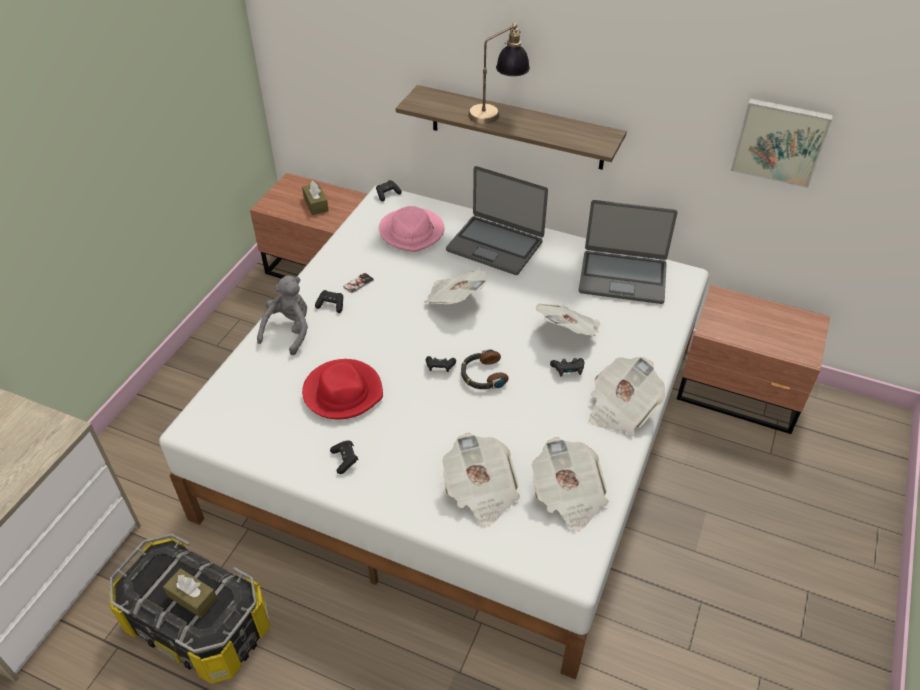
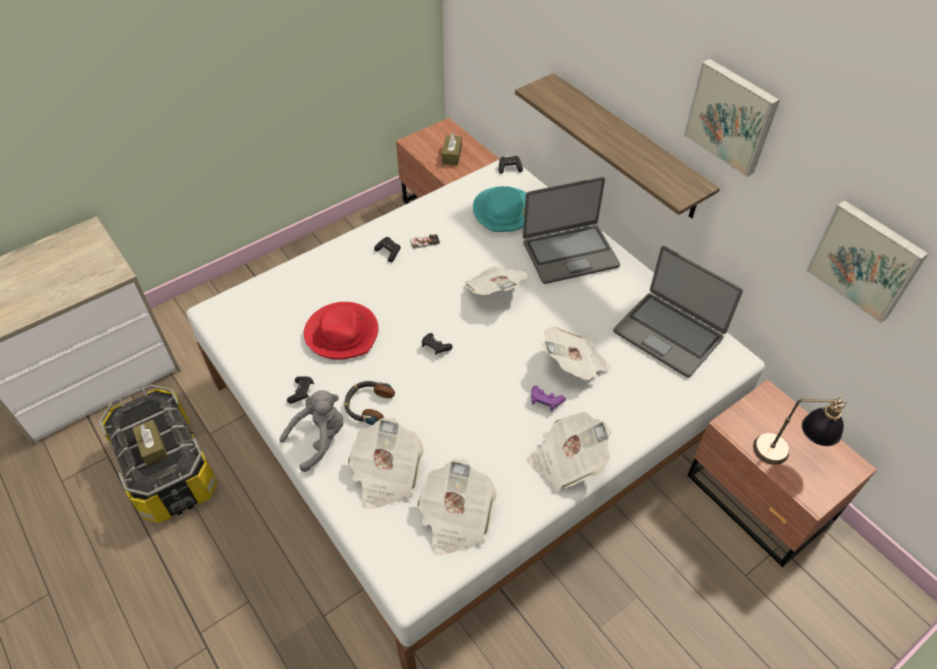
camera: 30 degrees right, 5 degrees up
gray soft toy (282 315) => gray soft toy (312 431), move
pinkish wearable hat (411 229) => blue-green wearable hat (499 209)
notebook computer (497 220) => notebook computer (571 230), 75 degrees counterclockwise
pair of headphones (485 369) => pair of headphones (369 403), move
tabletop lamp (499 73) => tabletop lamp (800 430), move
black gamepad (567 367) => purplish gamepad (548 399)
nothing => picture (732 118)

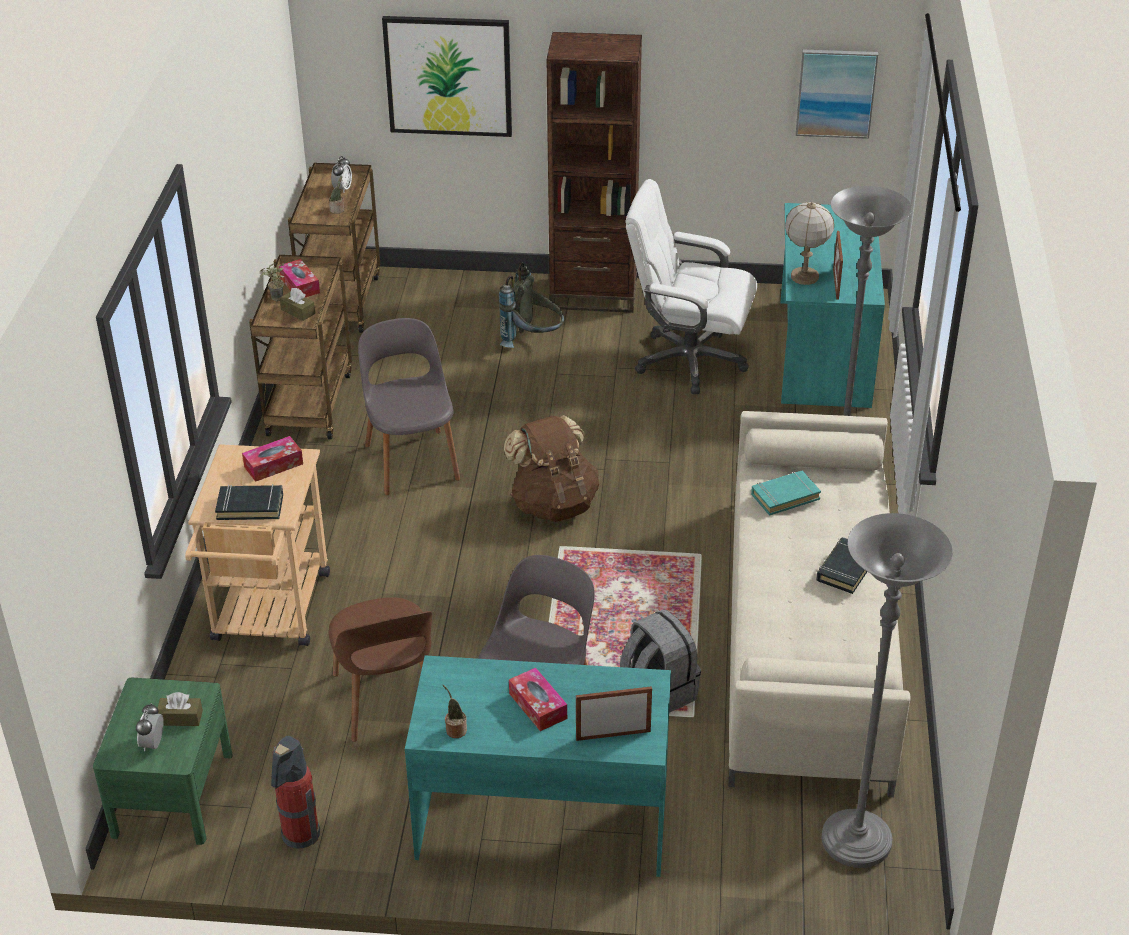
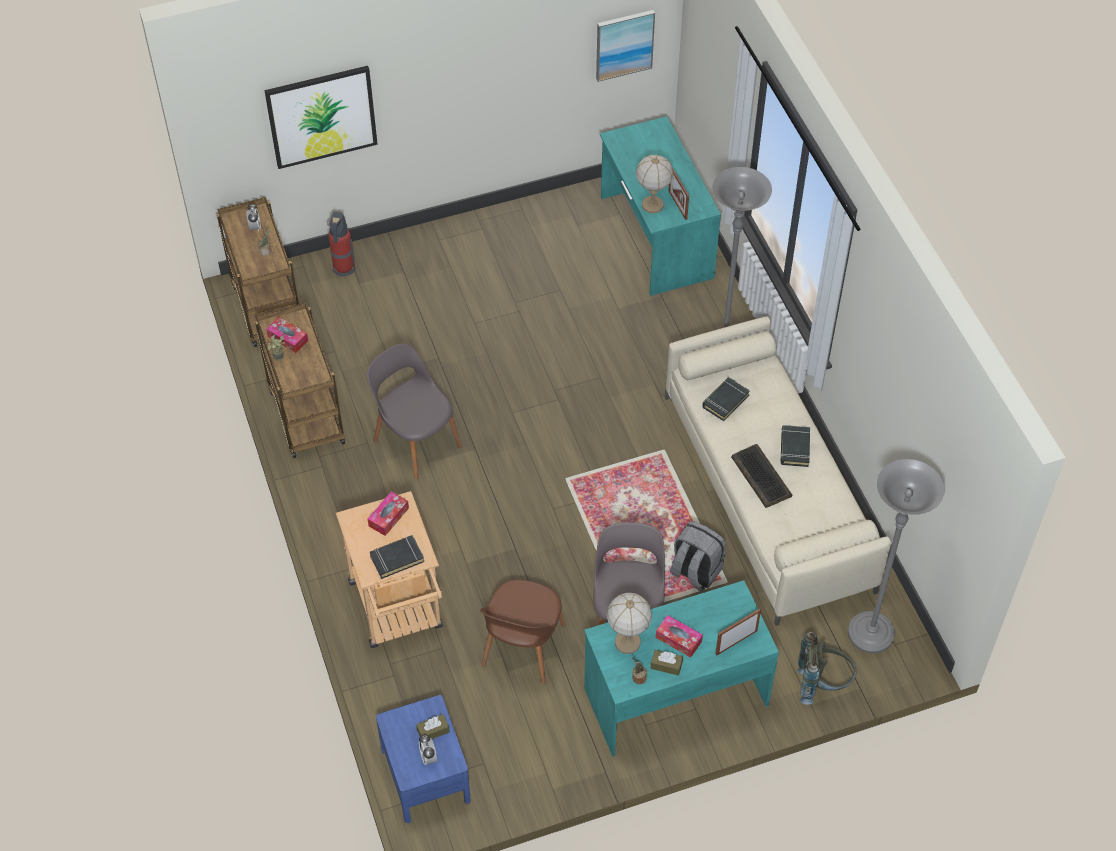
camera: 25 degrees left, 15 degrees up
green-coloured bedside table (163 761) => bluish bedside table (423 759)
extinguisher (295 792) => extinguisher (341 244), move
brown box of tissues (297 304) => brown box of tissues (667 663), move
brown upright chair (381 669) => brown upright chair (522 631), 60 degrees clockwise
gray knapsack (531 305) => gray knapsack (827 668), move
brown knapsack (551 468) => nothing
brown bookshelf (594 172) => nothing
whitish office chair (691 286) => nothing
blue-green volume (786 493) => black volume (726 399)
nothing => tabletop lamp (629 623)
nothing => computer keyboard (761 476)

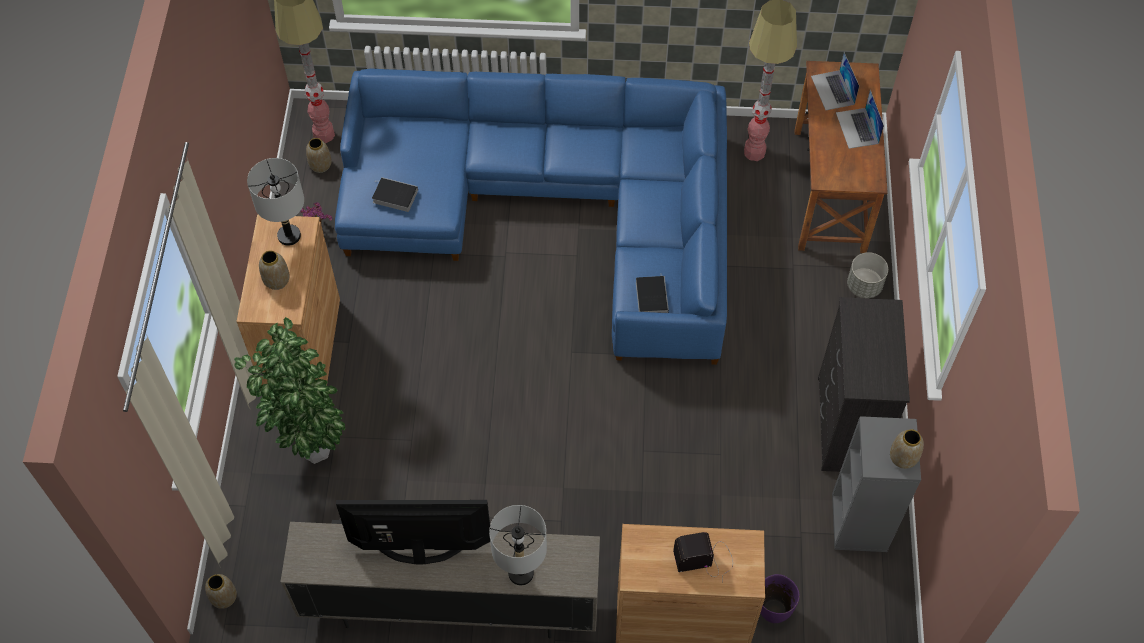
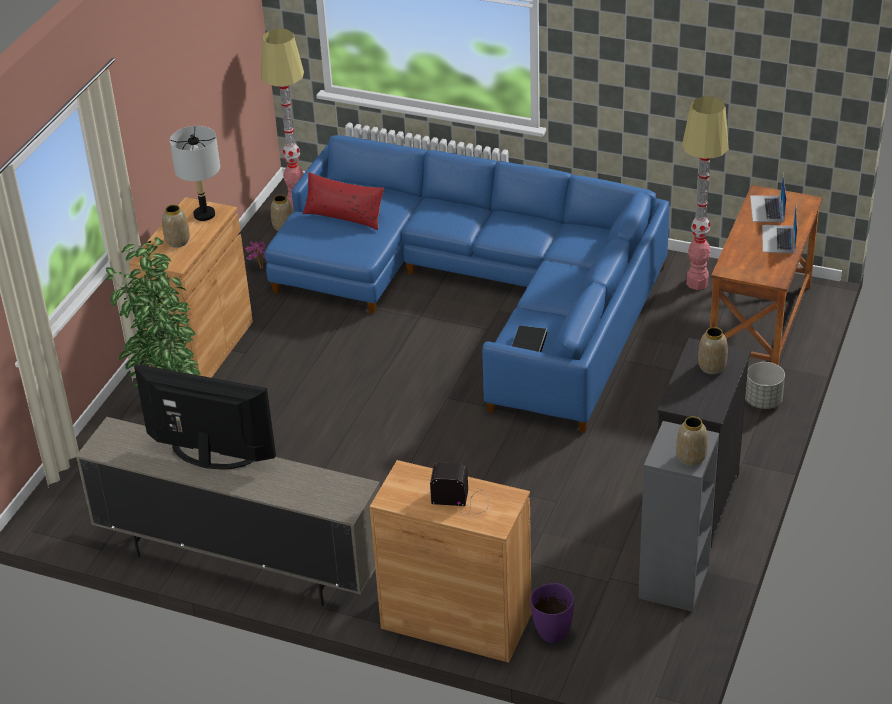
camera: 20 degrees right, 20 degrees down
vase (221 591) => vase (713 350), move
volume (395 194) => nothing
gray tabletop lamp (518 545) => nothing
nothing => reddish throw pillow (343 201)

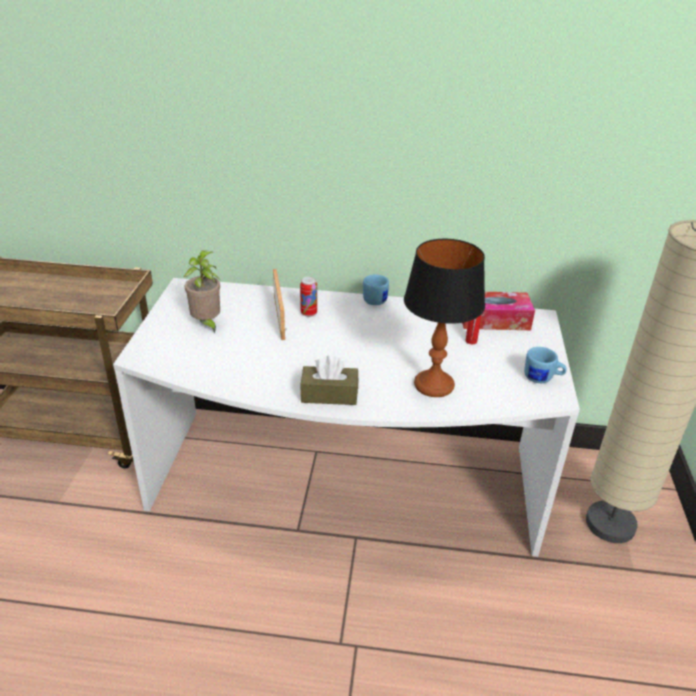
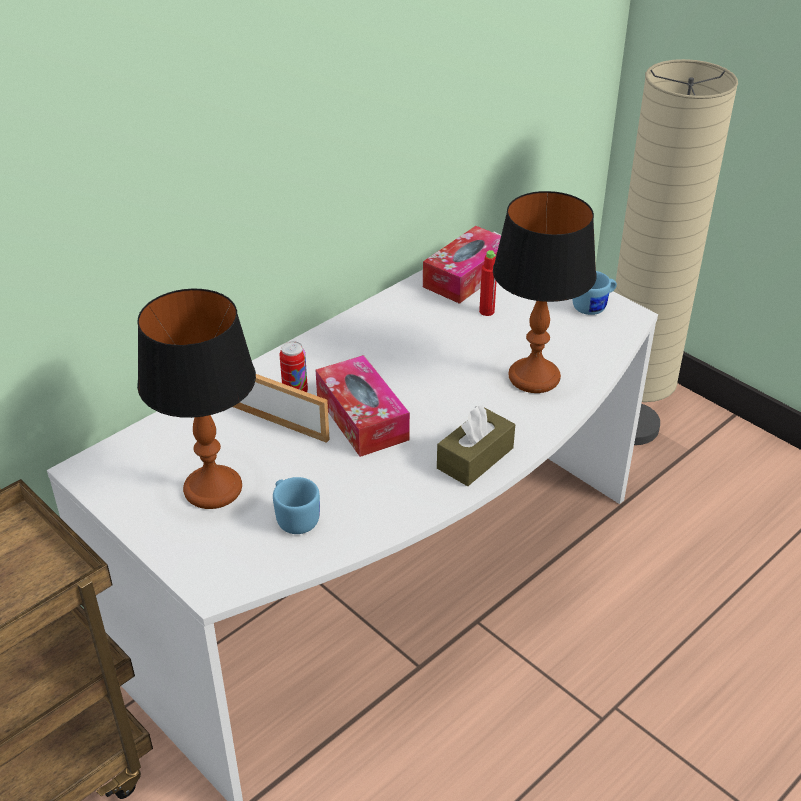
camera: 50 degrees left, 5 degrees up
plant in a pot (202 292) => tabletop lamp (196 399)
bluish mug (376 290) => bluish mug (296 505), move
nothing => box of tissues (363 406)

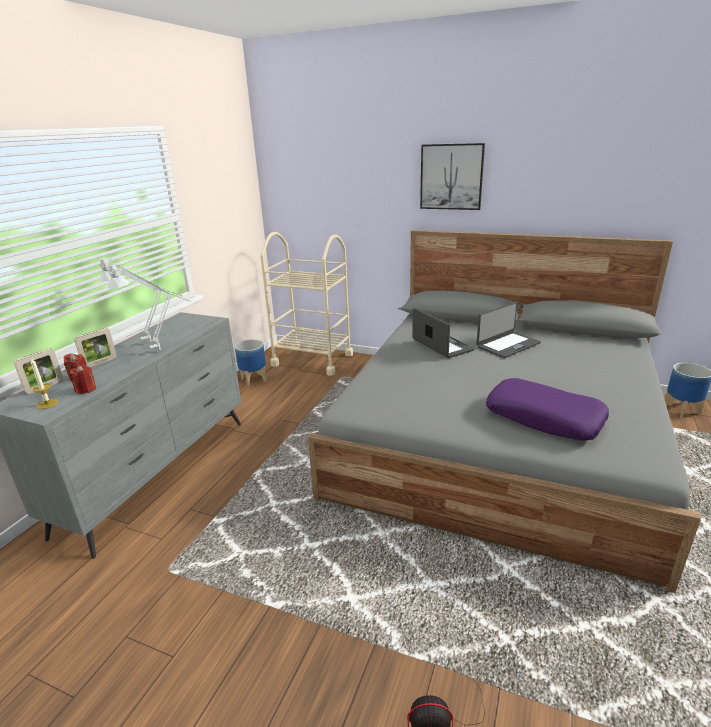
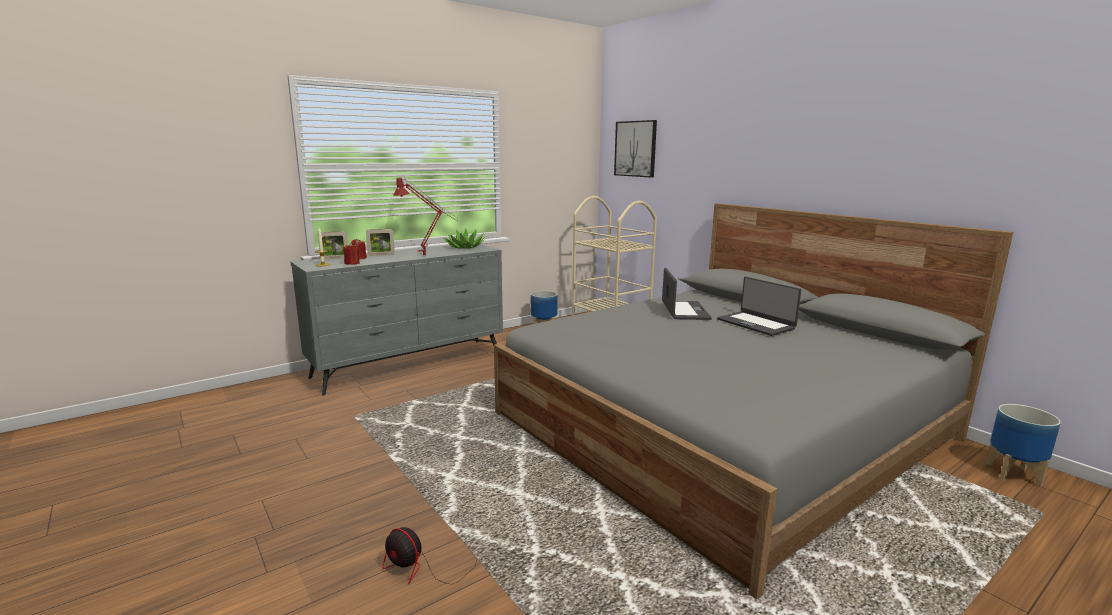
camera: 30 degrees right, 10 degrees down
gray tabletop lamp (150 307) => reddish tabletop lamp (425 216)
picture (452 176) => picture (635 149), move
notebook computer (508 330) => notebook computer (759 306), 60 degrees clockwise
purplish throw pillow (547 409) => nothing
nothing => plant in a pot (464 238)

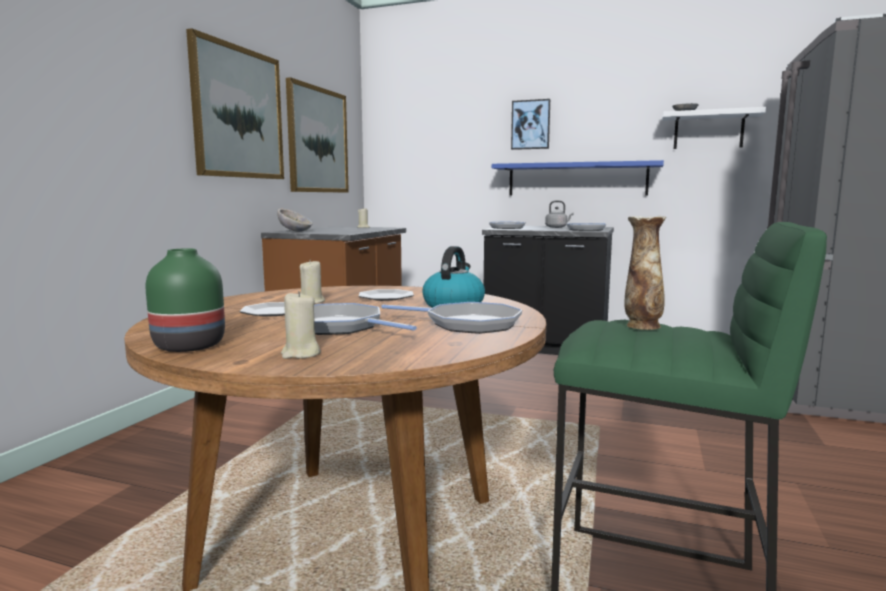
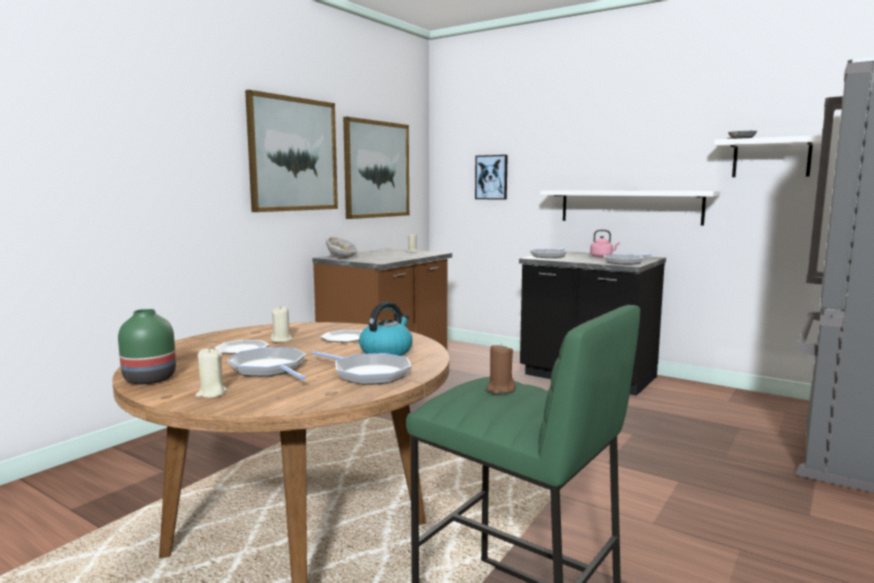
camera: 15 degrees right, 0 degrees up
bluish bracket shelf (578 178) => whitish bracket shelf (630 208)
picture (530 124) => picture (491 177), move
gray water kettle (559 214) => pinkish water kettle (605 243)
vase (645 273) => brown candle (501 368)

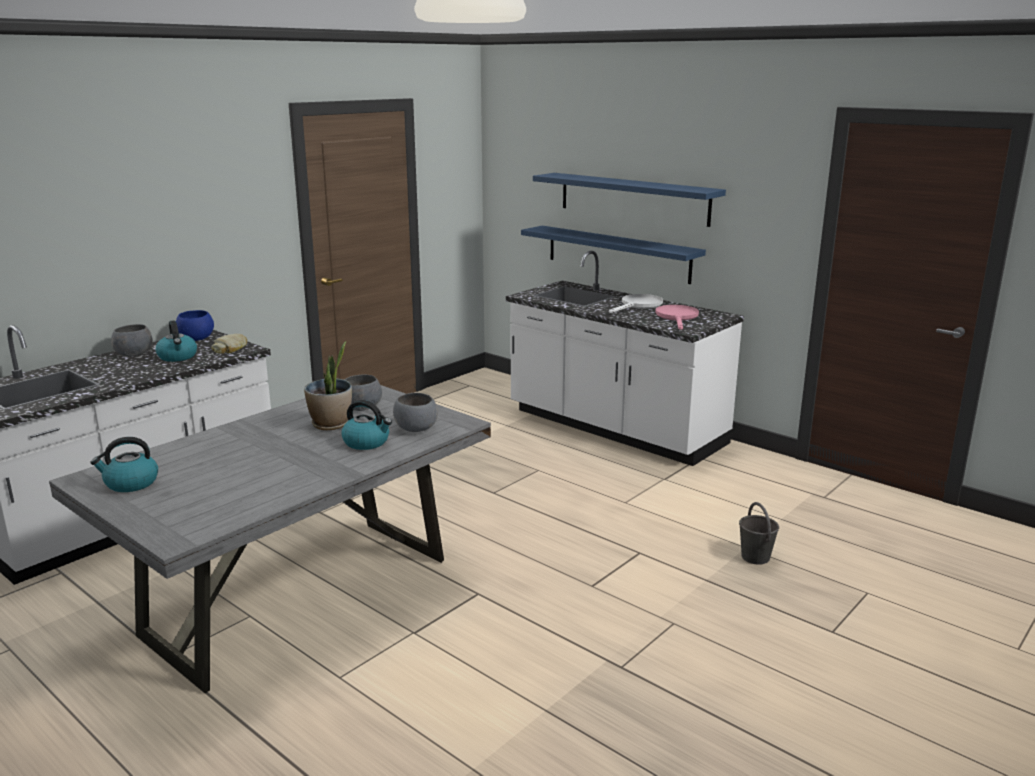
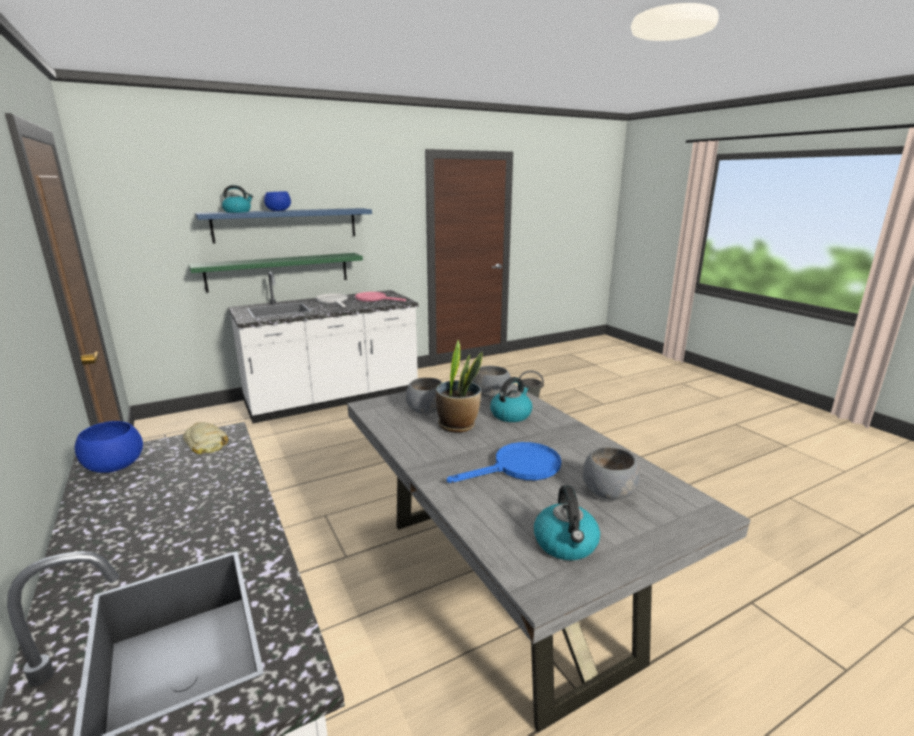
camera: 70 degrees left, 0 degrees up
gray serving bowl (132 340) => gray serving bowl (612 473), move
water kettle (176 341) => water kettle (237 199), move
bluish bracket shelf (613 255) => green-coloured bracket shelf (276 273)
nothing => bluish serving bowl (277 201)
nothing => bluish frying pan (504 462)

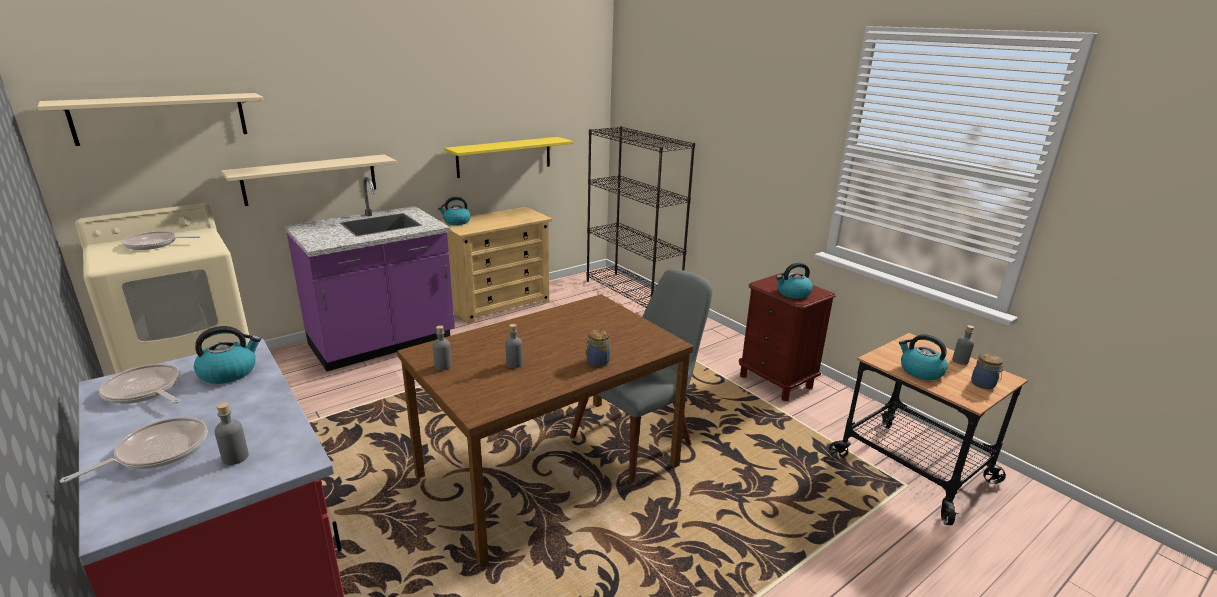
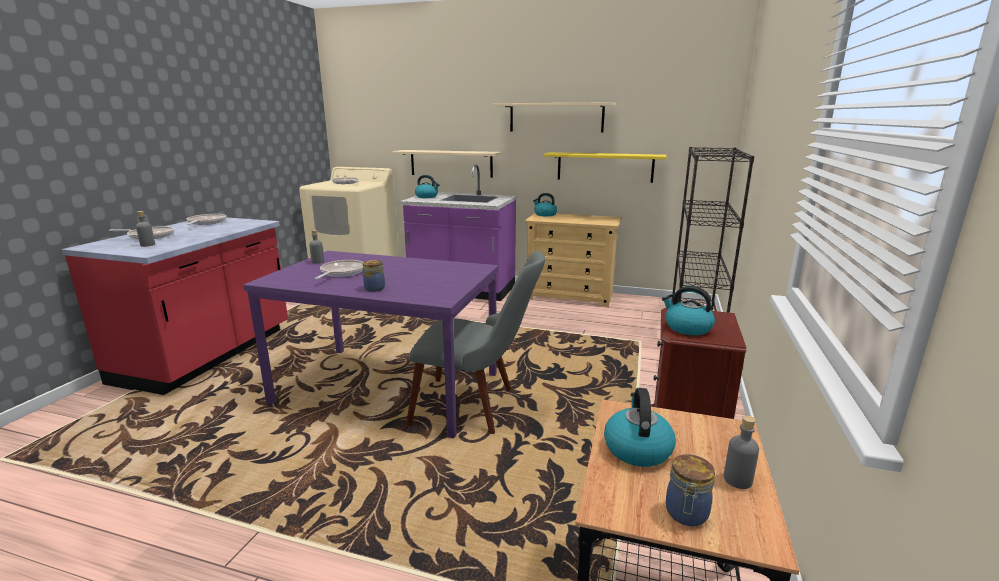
camera: 55 degrees right, 5 degrees down
sand-coloured bracket shelf (150 119) => sand-coloured bracket shelf (555 117), move
water kettle (227 355) => water kettle (427 186), move
brown kitchen table (545 430) => purplish kitchen table (371 344)
gray beverage bottle (514 346) => frying pan (339 269)

